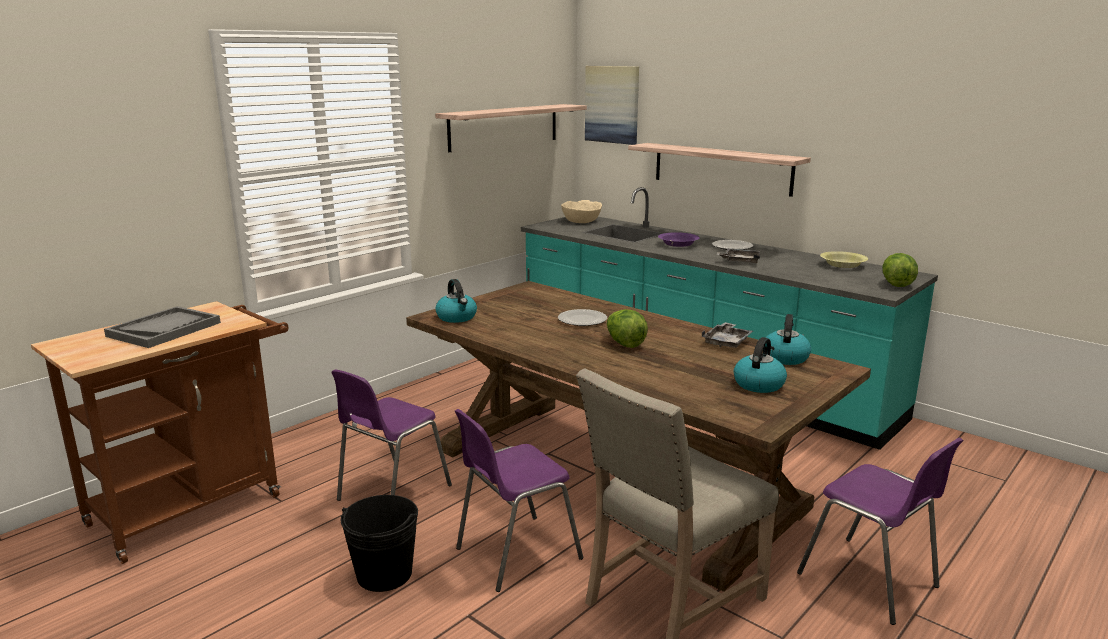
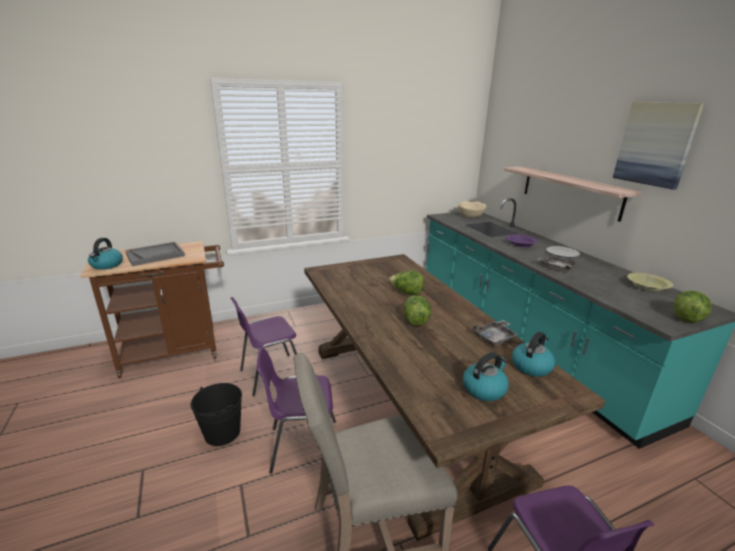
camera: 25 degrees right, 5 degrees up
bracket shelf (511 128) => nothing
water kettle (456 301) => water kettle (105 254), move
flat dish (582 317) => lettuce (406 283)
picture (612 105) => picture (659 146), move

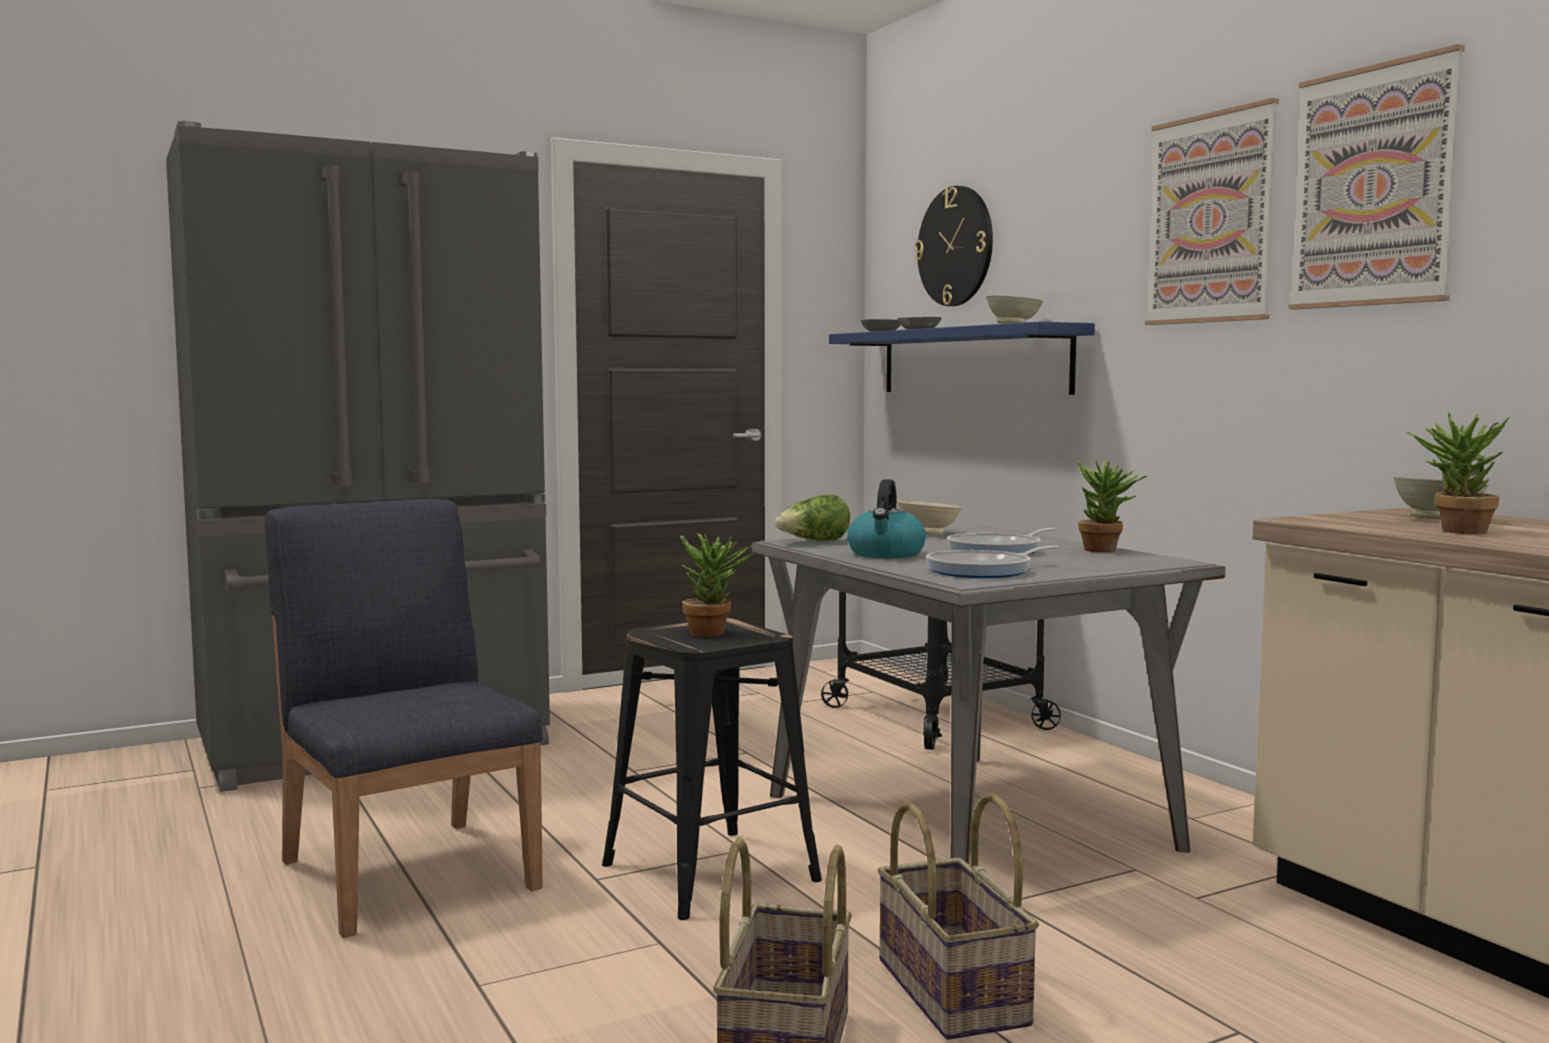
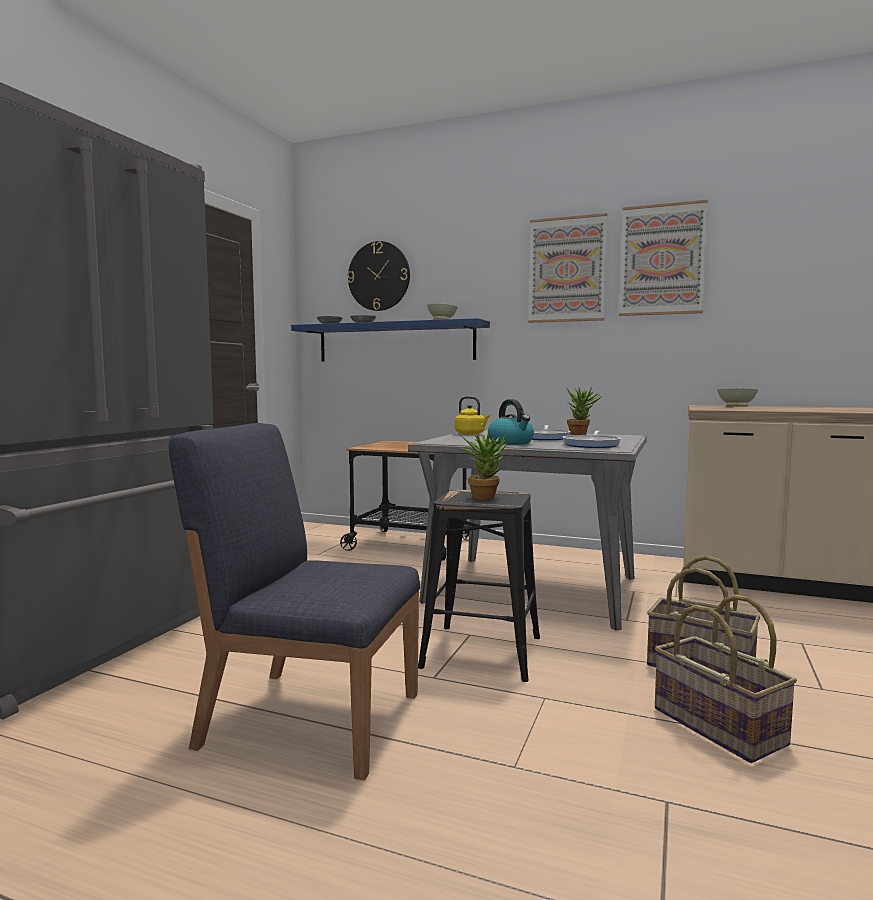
camera: 40 degrees left, 0 degrees up
lettuce (812 517) => nothing
sand-coloured serving bowl (929 517) => yellowish water kettle (473 415)
plant in a pot (1458 473) => nothing

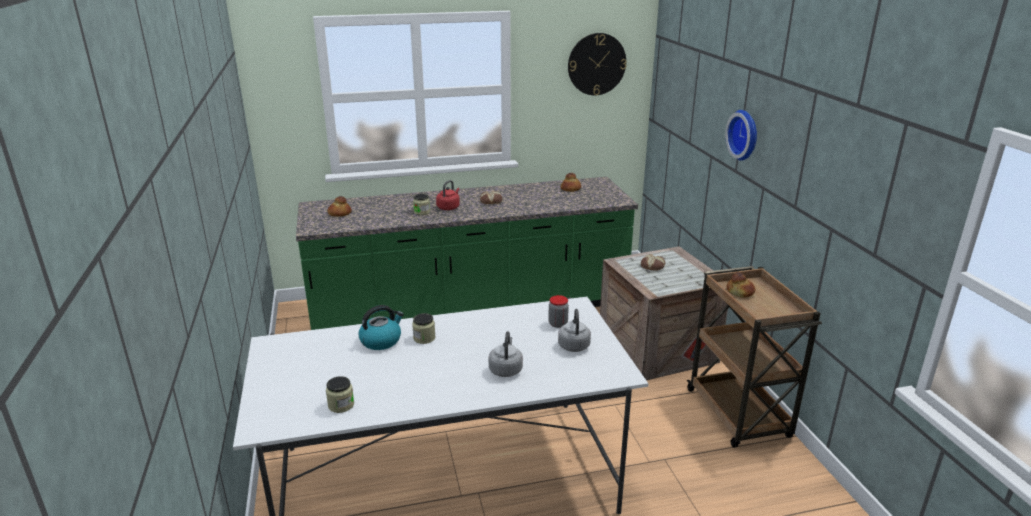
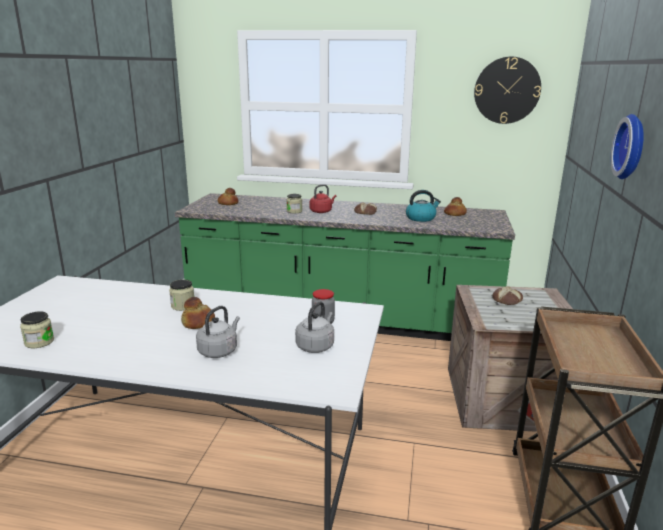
camera: 25 degrees right, 5 degrees down
water kettle (381 327) => water kettle (423 206), move
bread (740 284) => bread (198 313), move

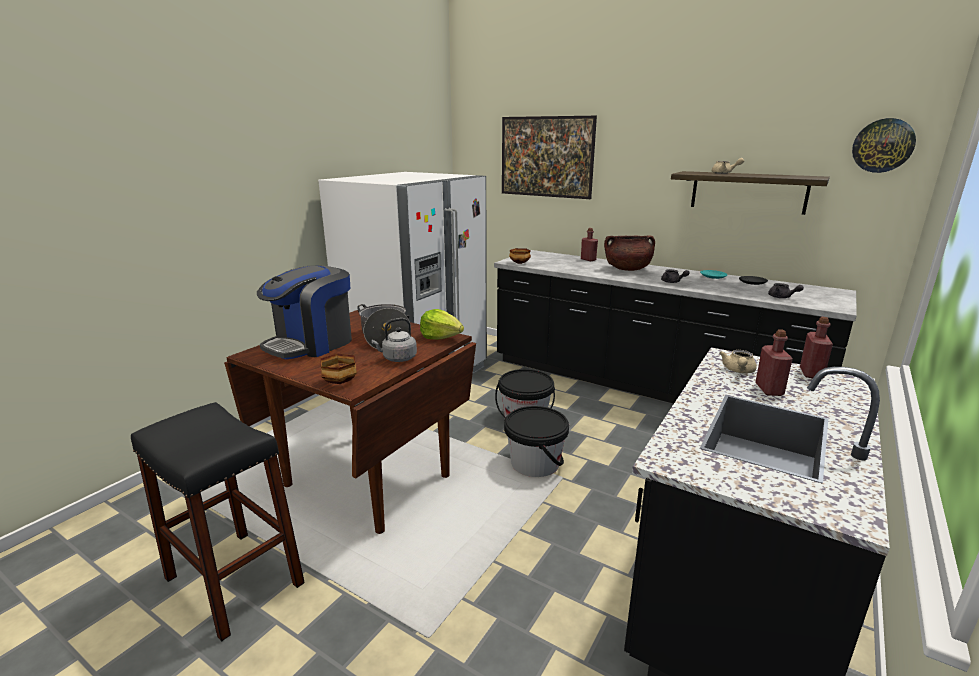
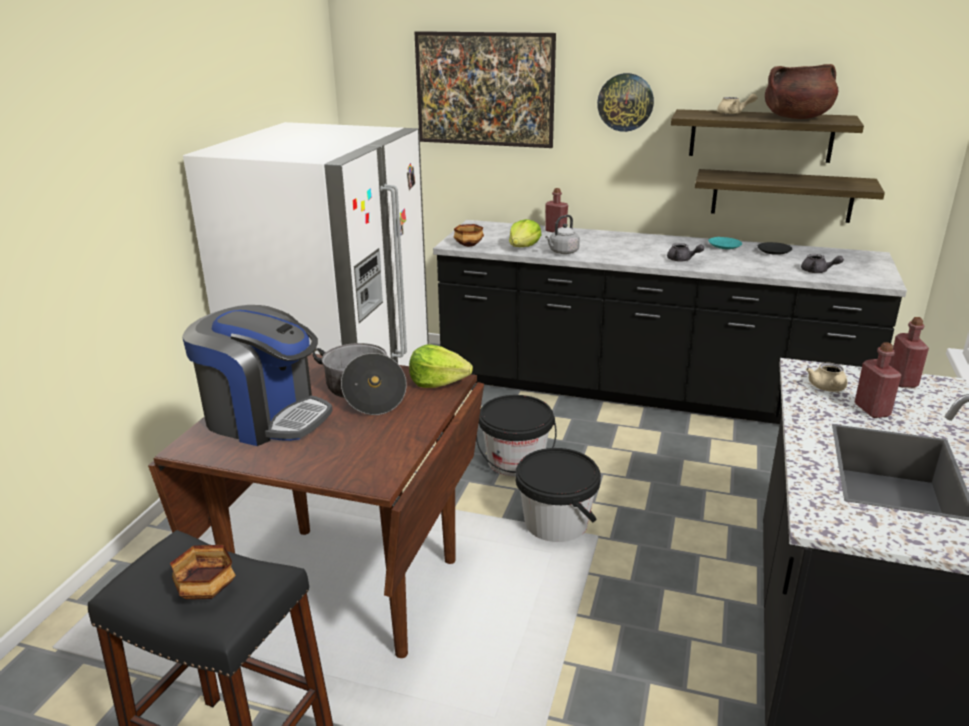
camera: 15 degrees left, 5 degrees up
coffee brewer (304 312) => coffee brewer (257 375), 90 degrees counterclockwise
serving bowl (338 368) => serving bowl (203 572), move
gray water kettle (394 340) => gray water kettle (562 234), move
brown cooking pot (629 253) => brown cooking pot (801 91), move
clock on the wall (884 145) => clock on the wall (625 102), move
nothing => lettuce (525 233)
nothing => bracket shelf (790 196)

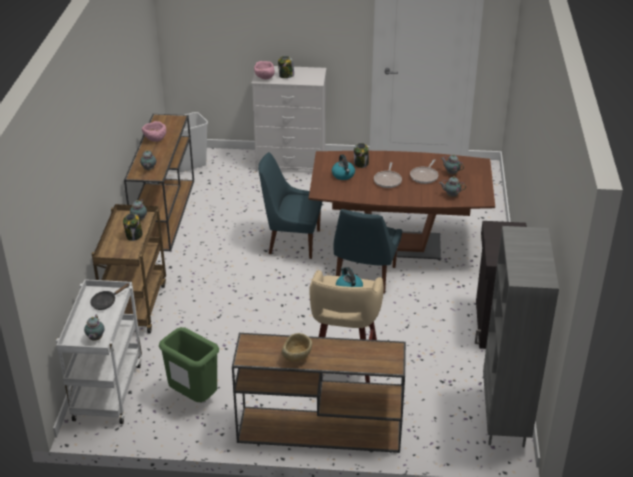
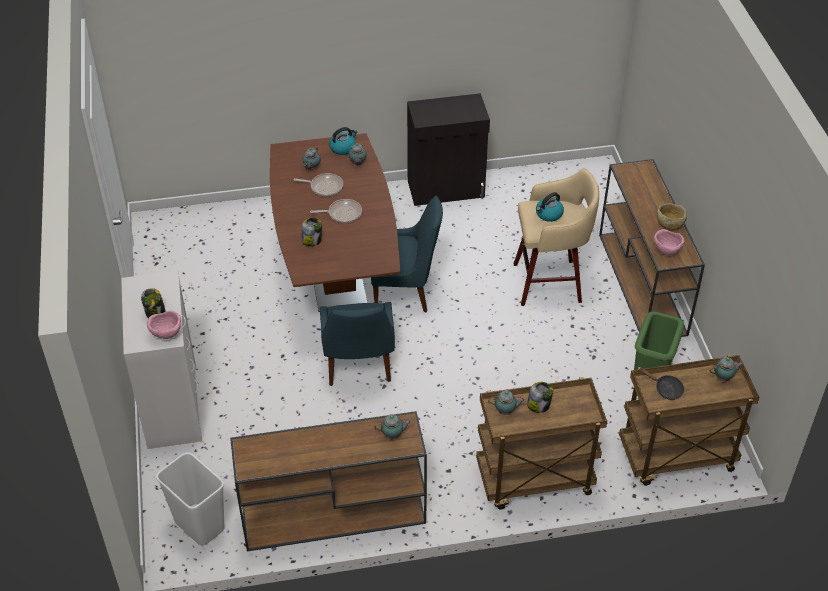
camera: 105 degrees left, 10 degrees up
whitish wheeled cart (99 351) => brown wheeled cart (689 420)
pinkish serving bowl (154 131) => pinkish serving bowl (669 242), move
water kettle (343 167) => water kettle (343 141), move
gray bookshelf (521 336) => nothing

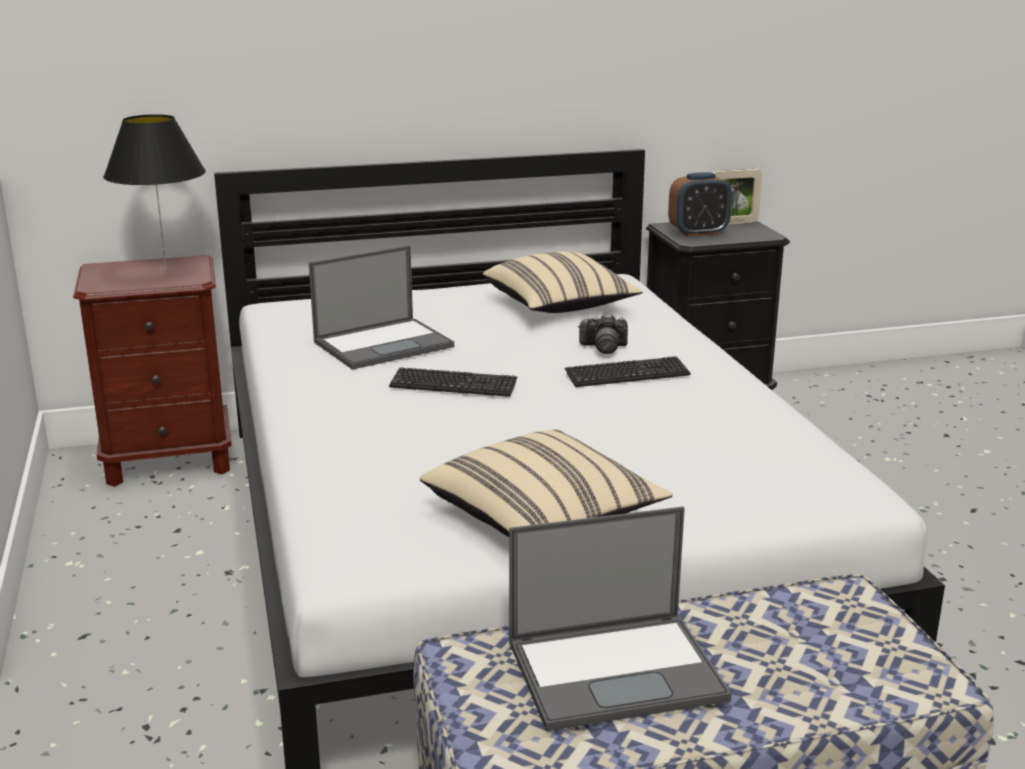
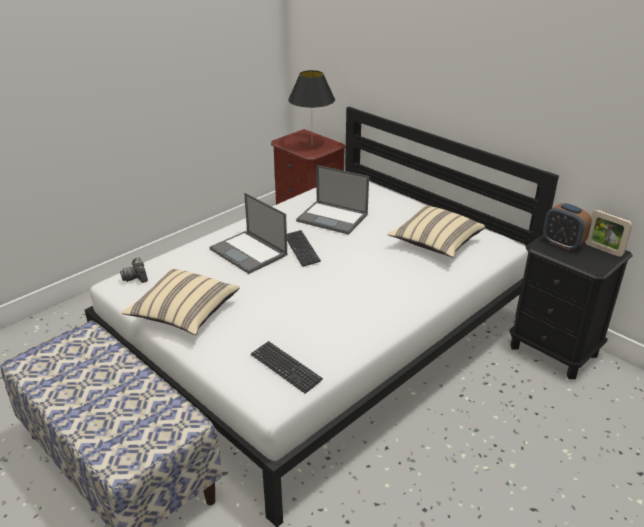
camera: 60 degrees right, 10 degrees up
notebook computer (620 618) => notebook computer (248 233), move
computer keyboard (628 371) => computer keyboard (287 367), move
photo camera (603 333) => photo camera (134 270), move

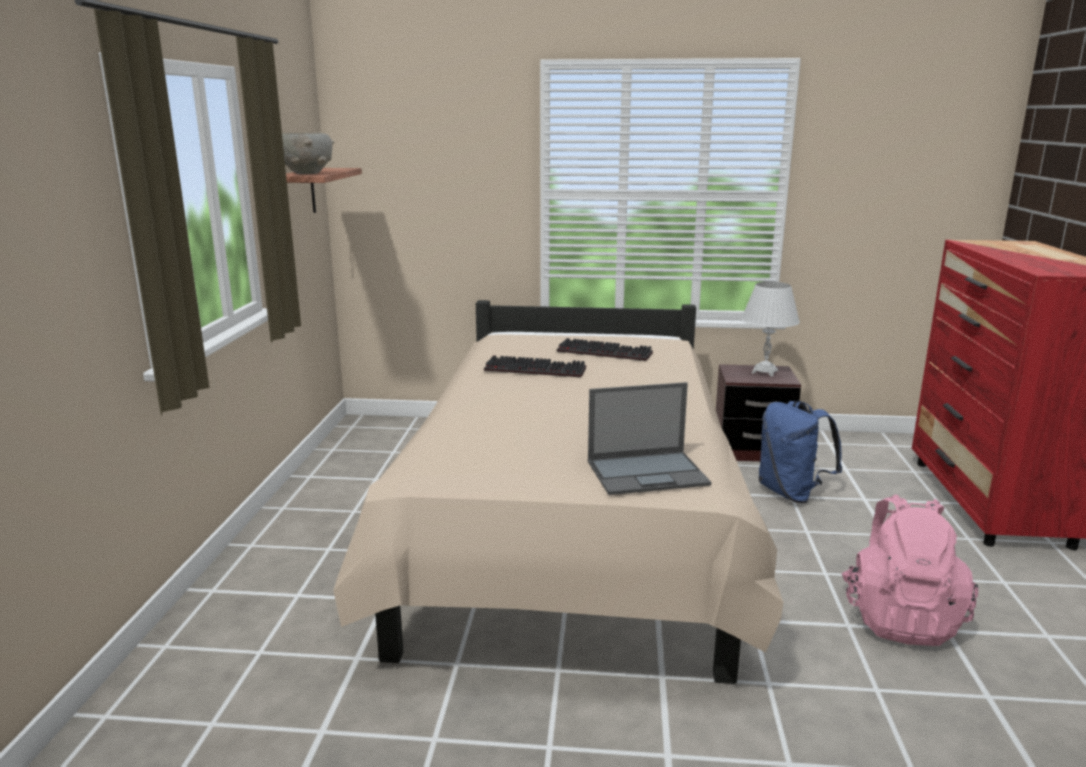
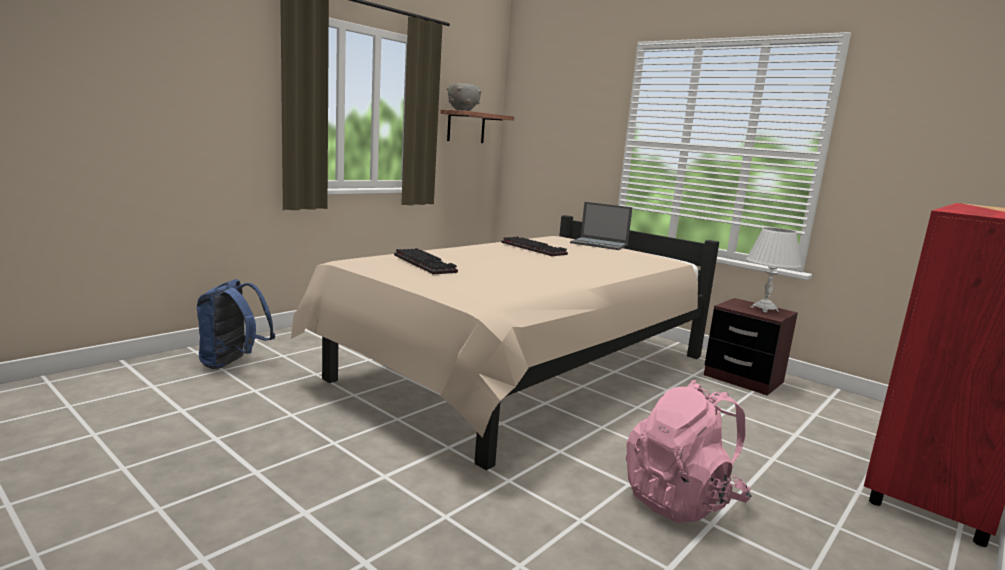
camera: 35 degrees right, 5 degrees down
computer keyboard (605 349) => computer keyboard (426 261), move
notebook computer (649 438) => notebook computer (601 226), move
bluish knapsack (800 451) => bluish knapsack (235 324), move

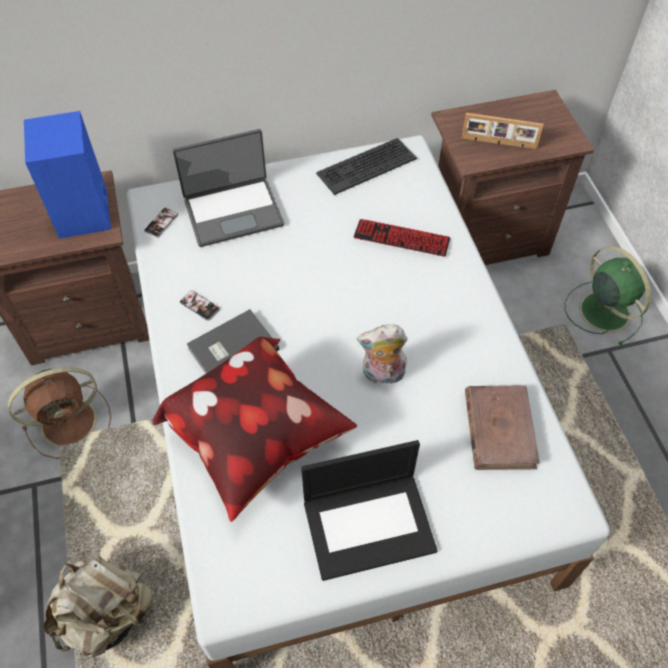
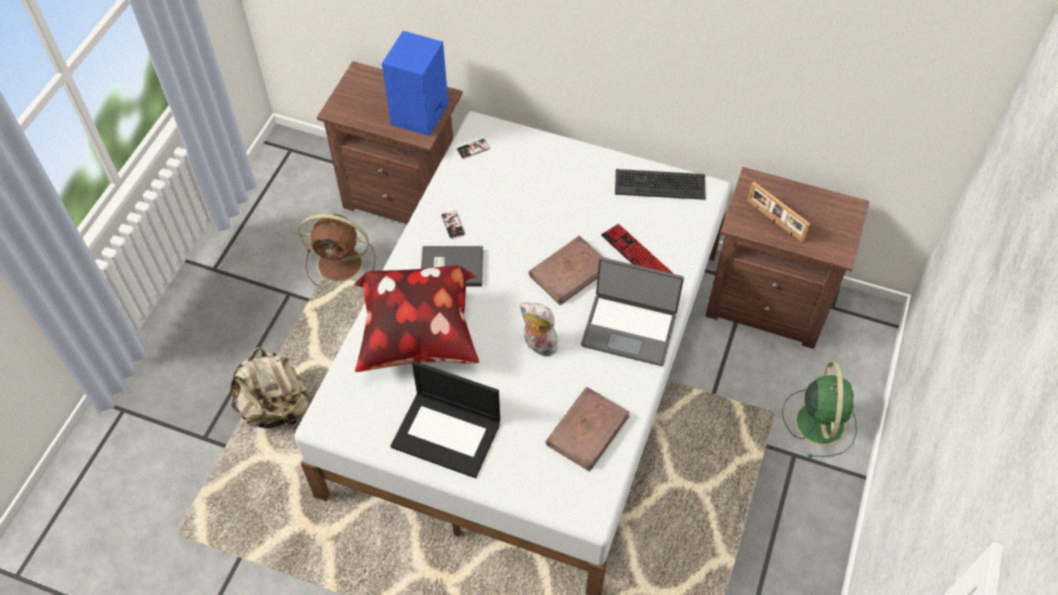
camera: 35 degrees right, 0 degrees up
notebook computer (228 188) => notebook computer (632 311), move
nothing => brown volume (566 270)

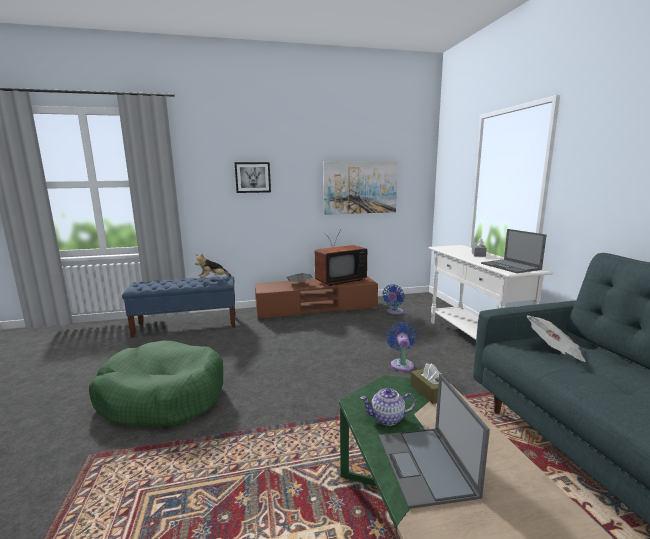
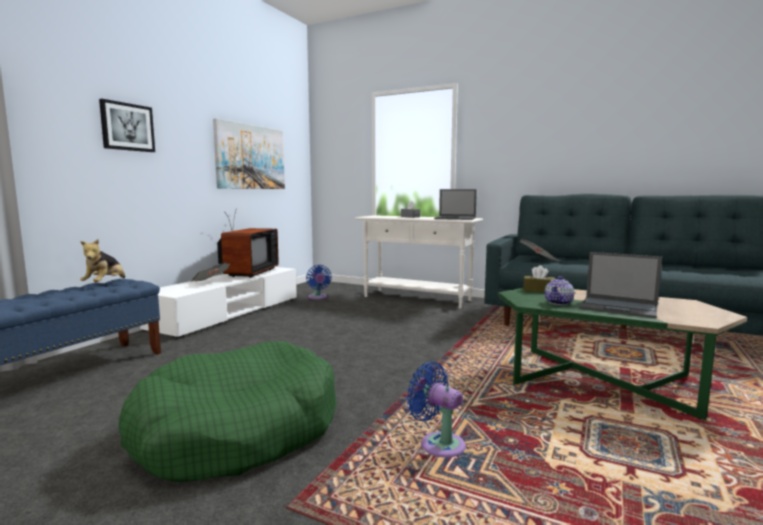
camera: 50 degrees left, 5 degrees down
brown media console (316 298) => whitish media console (218 303)
bluish fan (401 346) => bluish fan (436 410), move

